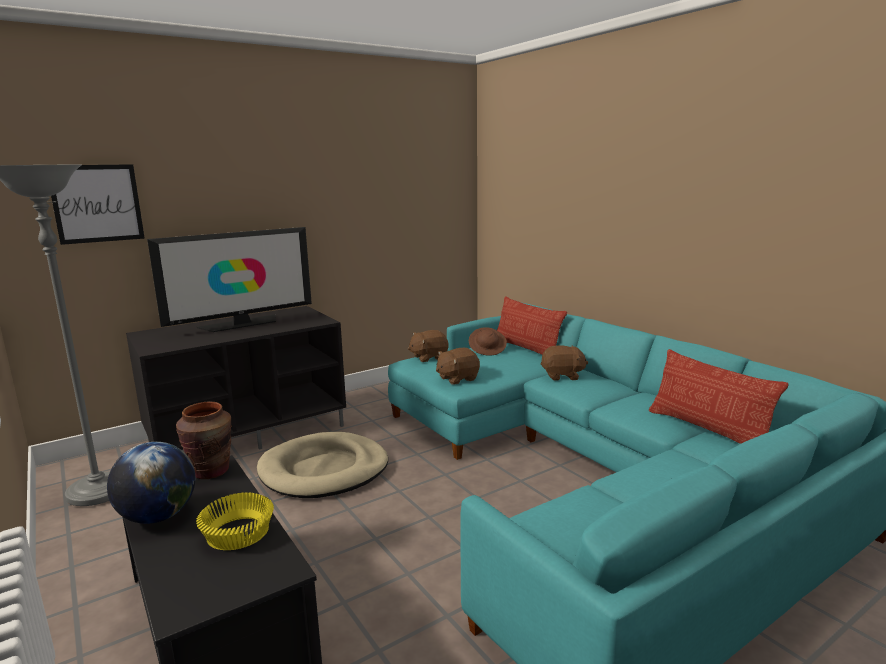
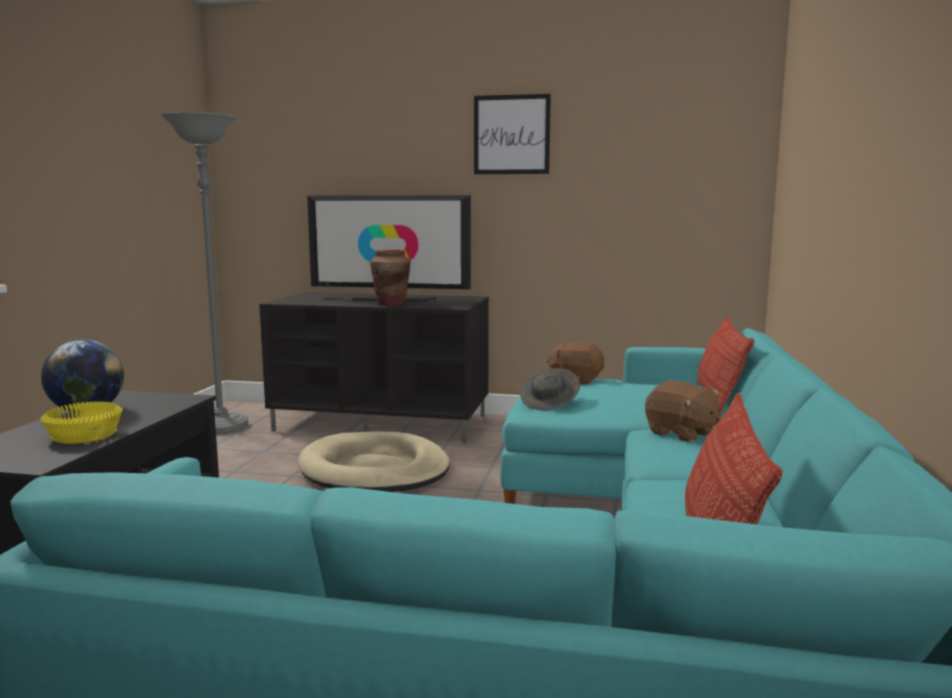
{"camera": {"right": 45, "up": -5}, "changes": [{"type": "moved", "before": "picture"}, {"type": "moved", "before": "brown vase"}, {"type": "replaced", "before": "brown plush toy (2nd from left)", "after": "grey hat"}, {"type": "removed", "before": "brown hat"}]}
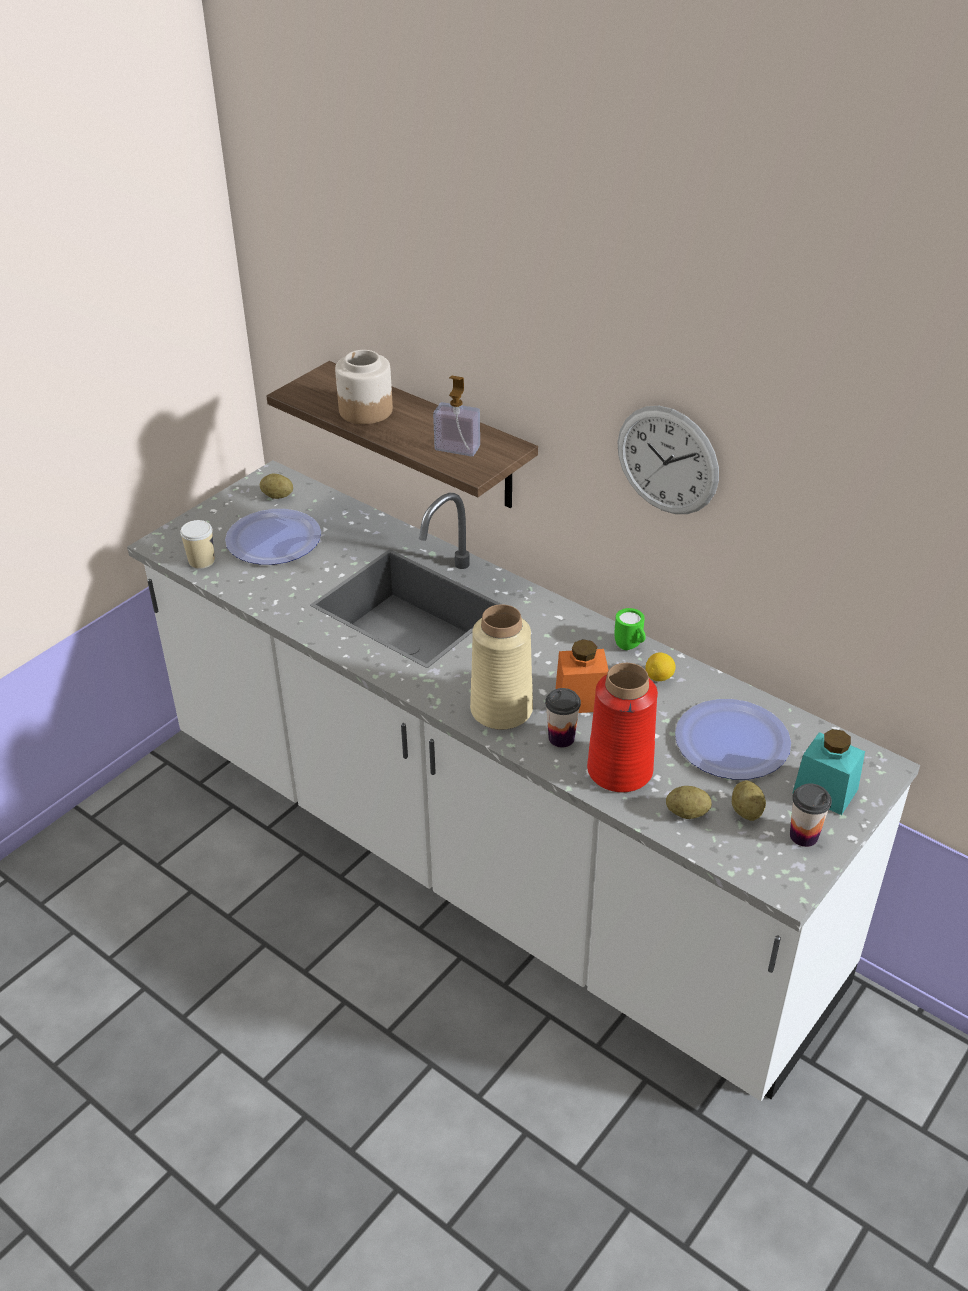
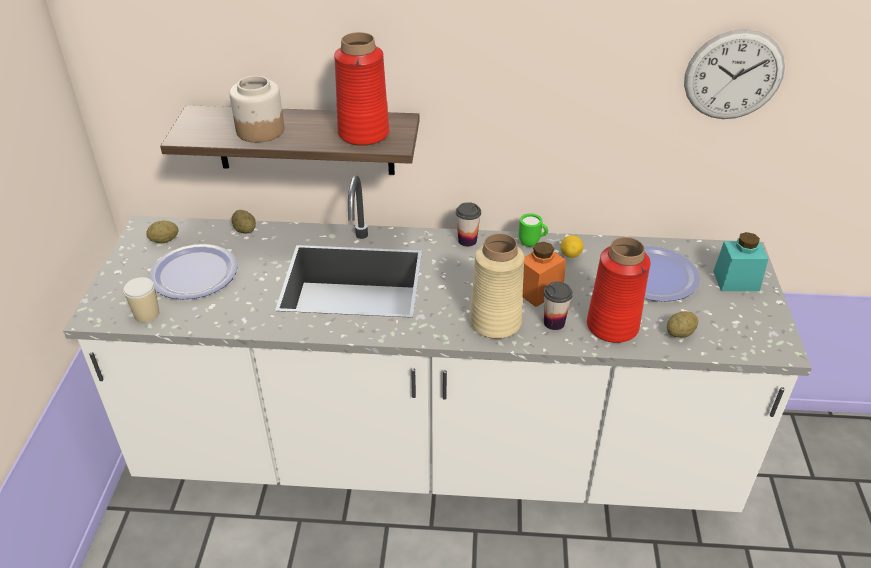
{"camera": {"right": -35, "up": 0}, "changes": [{"type": "replaced", "before": "soap dispenser", "after": "red vase (1st from left)"}, {"type": "moved", "before": "wall clock"}, {"type": "moved", "before": "potato (3rd from left in the first image)", "after": "potato (2nd from left)"}, {"type": "moved", "before": "cup (3rd from left in the first image)", "after": "cup (2nd from left)"}]}
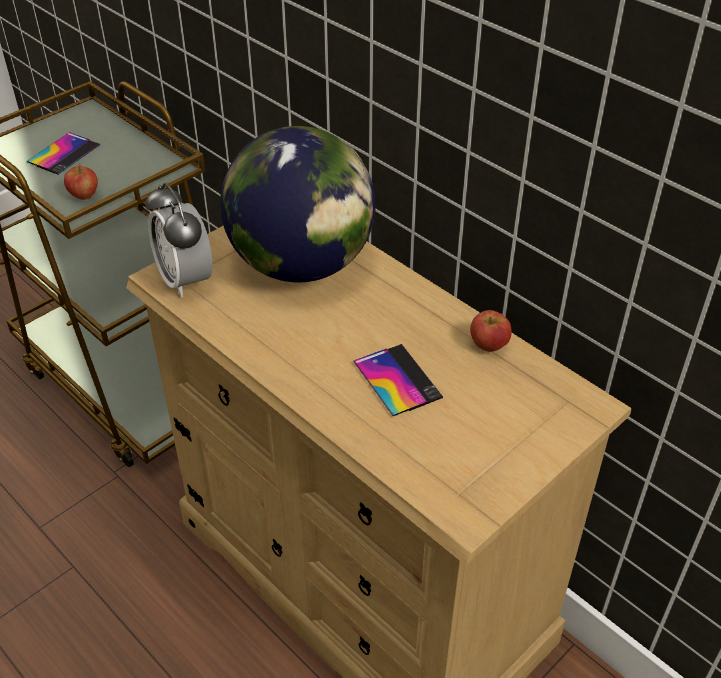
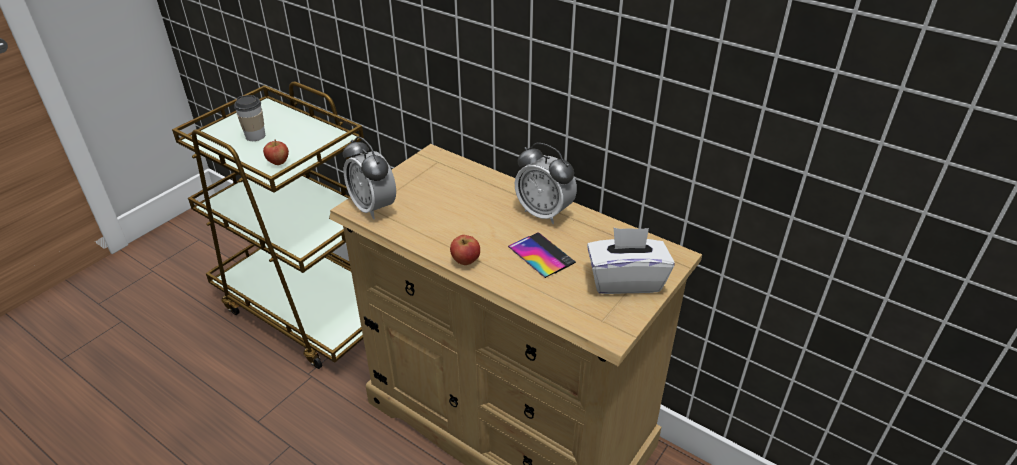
{"camera": {"right": -10, "up": -5}, "changes": [{"type": "replaced", "before": "phone (1st from left)", "after": "cup"}, {"type": "removed", "before": "globe"}, {"type": "moved", "before": "apple (2nd from left)"}, {"type": "added", "after": "alarm clock (2nd from left)"}, {"type": "added", "after": "white tissue box"}]}
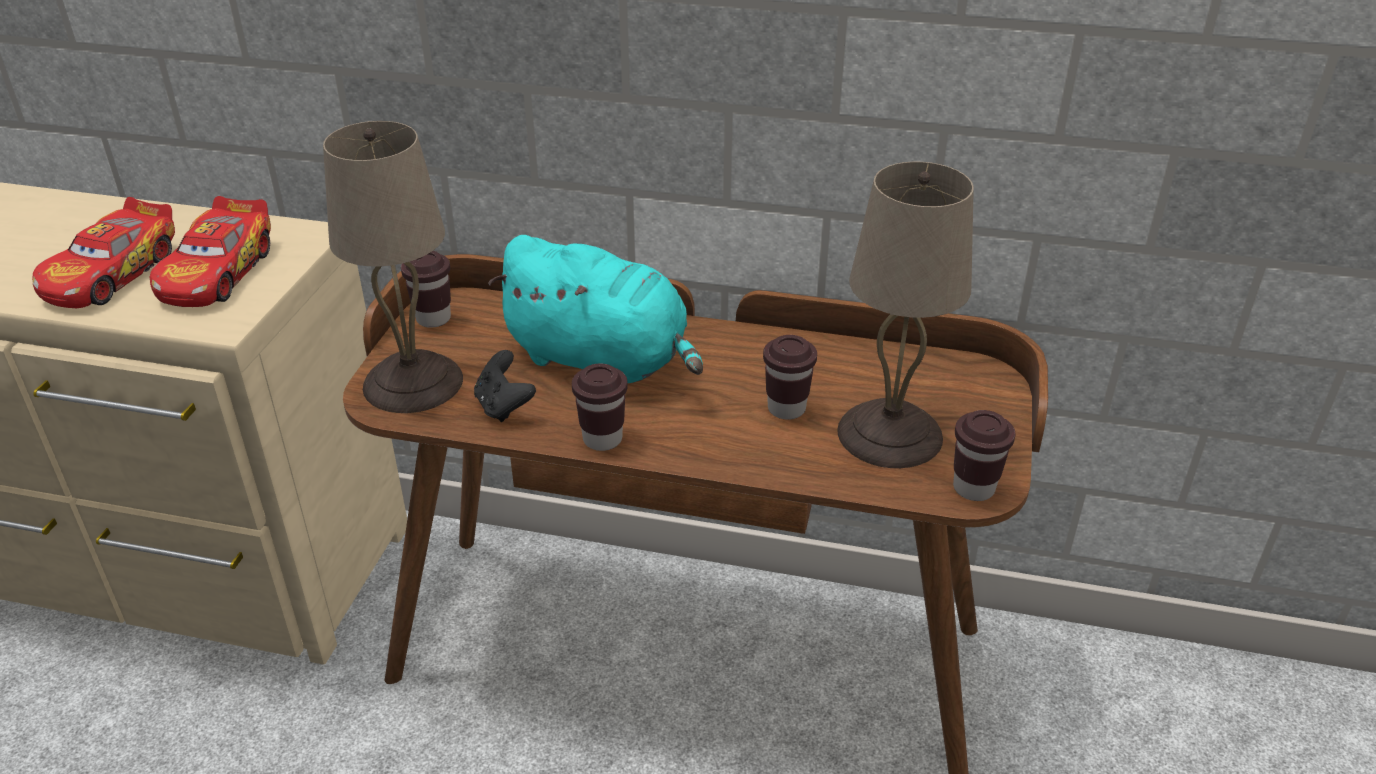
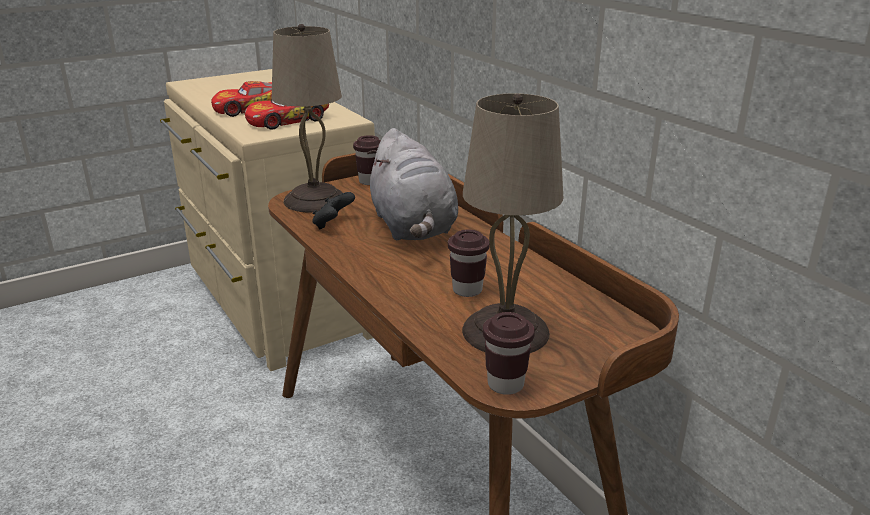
{"camera": {"right": 45, "up": -10}, "changes": [{"type": "recoloured", "before": "turquoise plush toy", "after": "grey plush toy"}, {"type": "removed", "before": "brown cup (2nd from left)"}]}
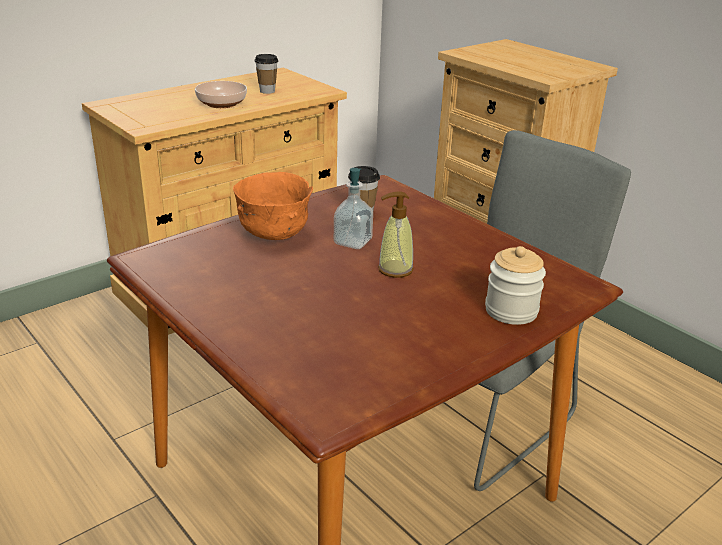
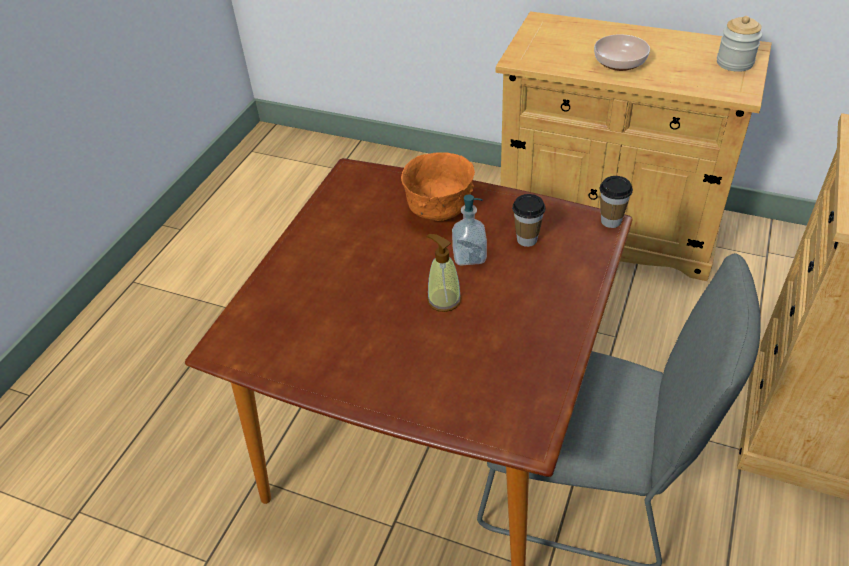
{"camera": {"right": 65, "up": 15}, "changes": [{"type": "moved", "before": "cup (1st from left in the first image)", "after": "cup (2nd from left)"}, {"type": "moved", "before": "jar"}]}
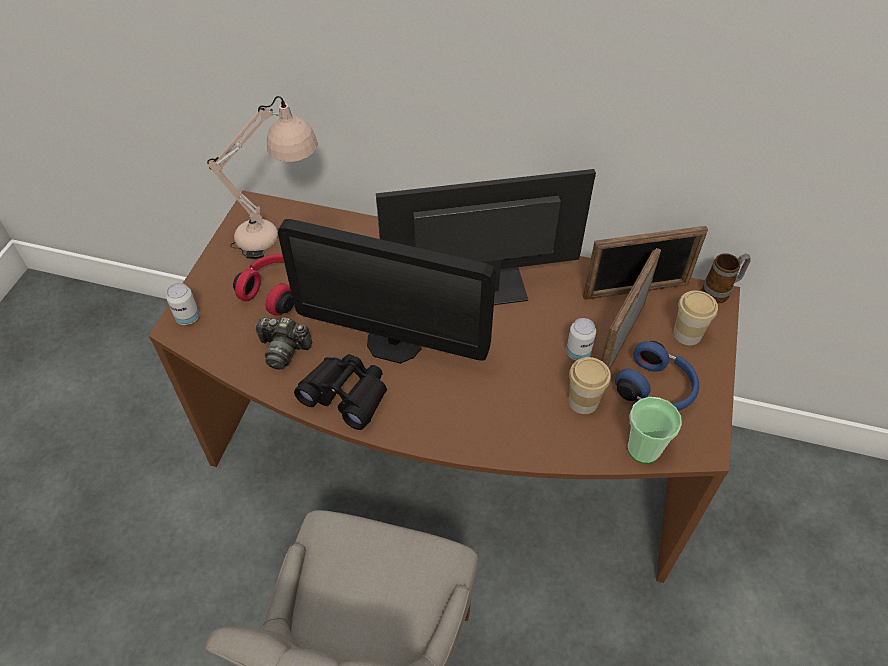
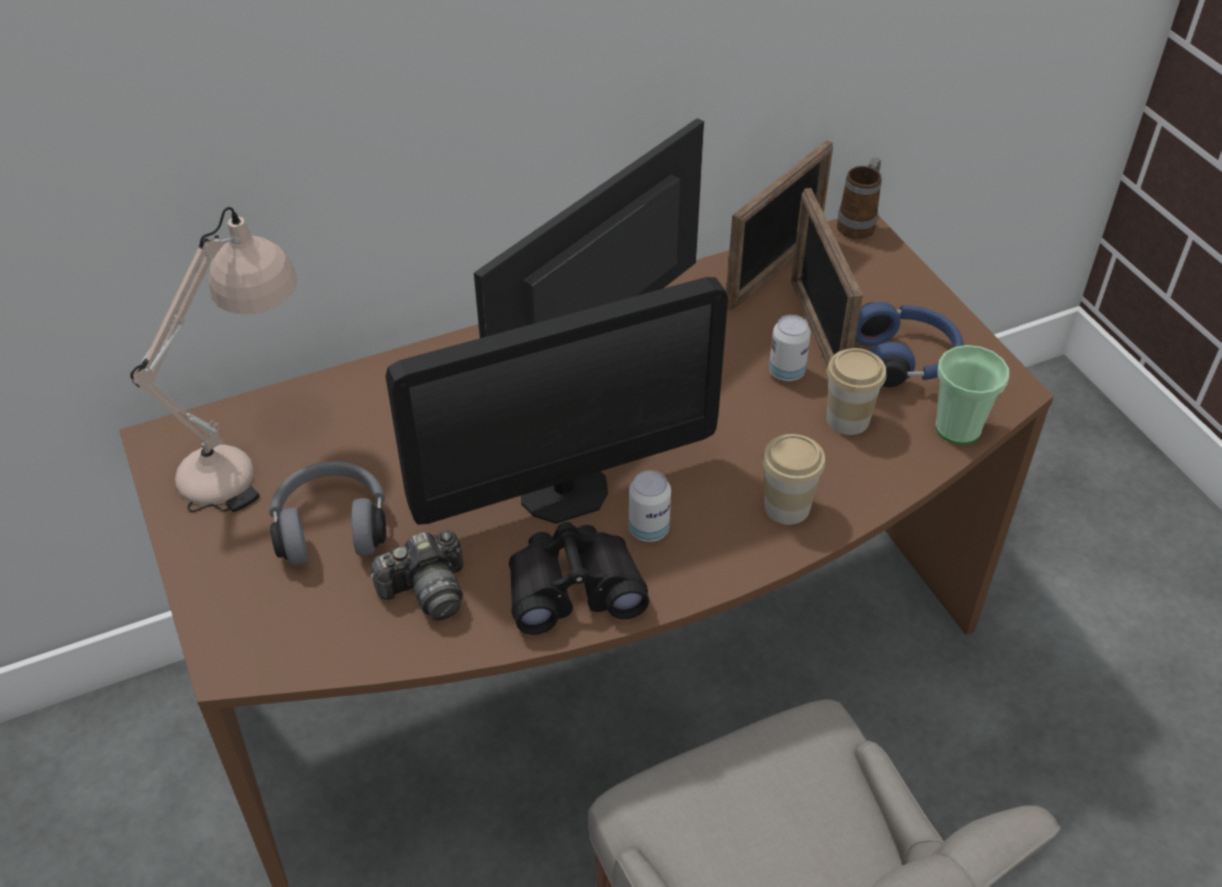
{"camera": {"right": -40, "up": -5}, "changes": [{"type": "moved", "before": "can (1st from left)"}, {"type": "recoloured", "before": "red headphones", "after": "grey headphones"}, {"type": "moved", "before": "cup (3rd from left in the first image)", "after": "cup (1st from left)"}]}
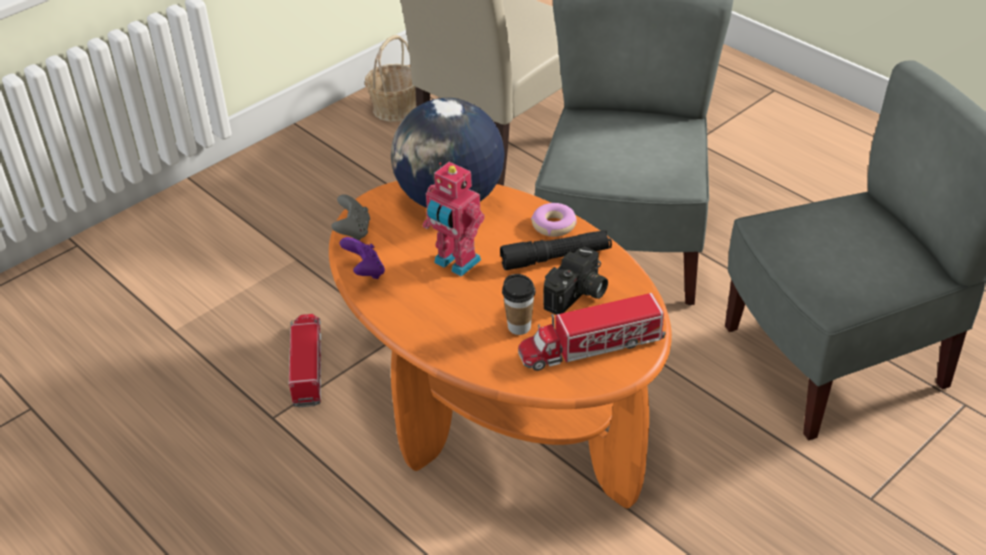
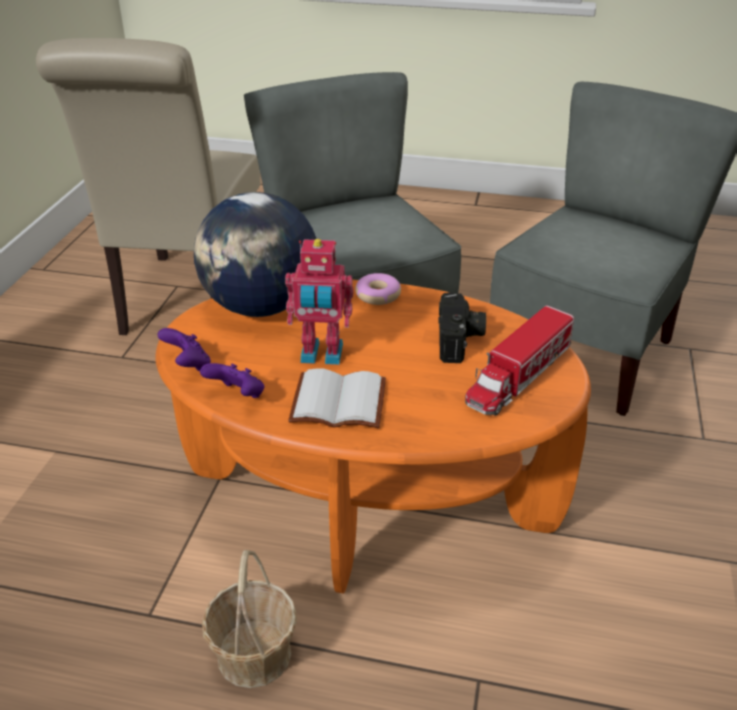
{"camera": {"right": -35, "up": -5}, "changes": [{"type": "removed", "before": "toy truck (1st from left)"}, {"type": "recoloured", "before": "grey game controller", "after": "purple game controller (1st from left)"}, {"type": "moved", "before": "basket"}, {"type": "removed", "before": "black flashlight"}, {"type": "removed", "before": "cup"}, {"type": "added", "after": "white book"}]}
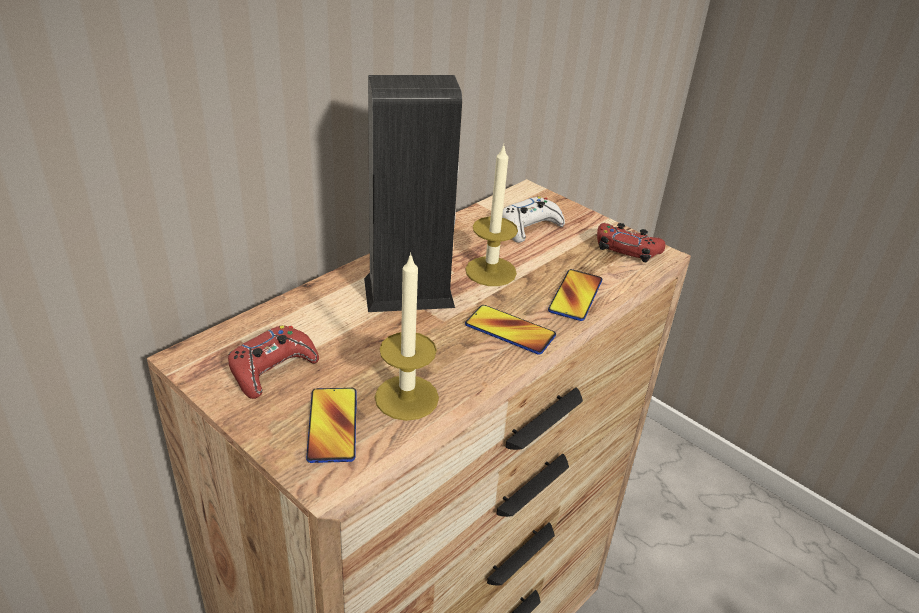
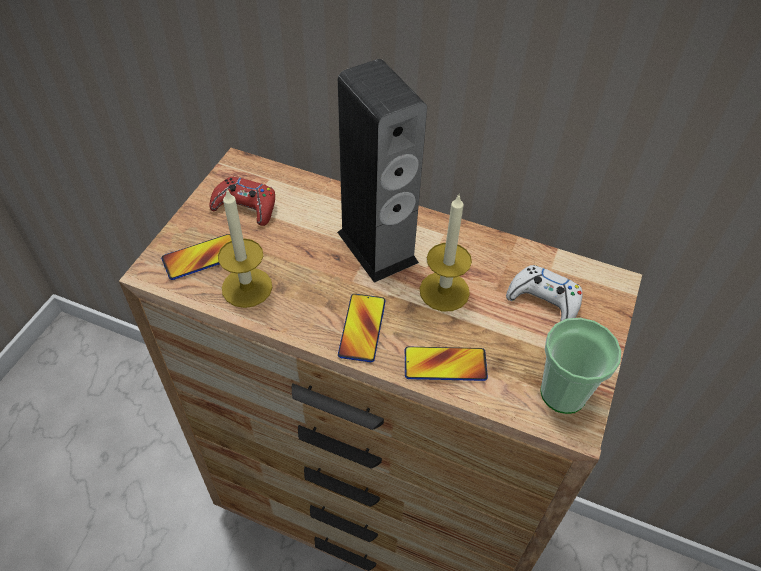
{"camera": {"right": 70, "up": 15}, "changes": [{"type": "replaced", "before": "red game controller (2nd from left)", "after": "cup"}]}
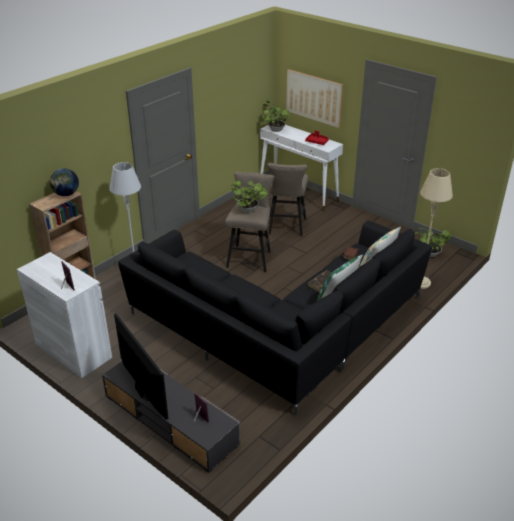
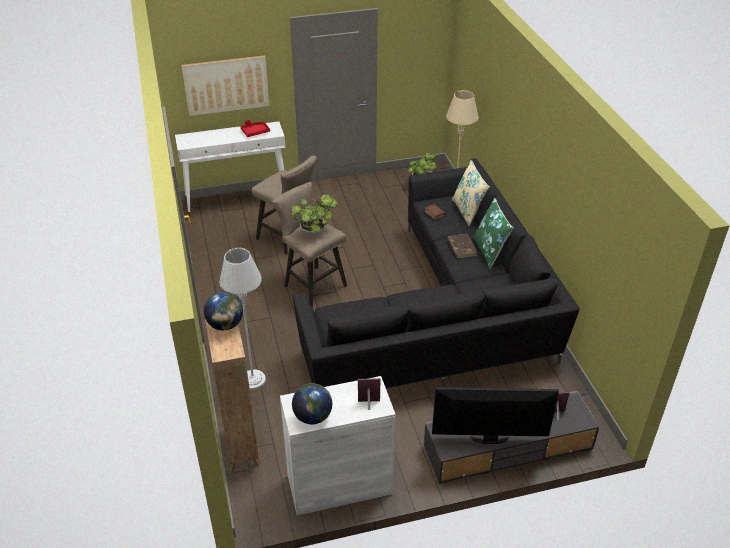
{"camera": {"right": -55, "up": 5}, "changes": [{"type": "removed", "before": "potted plant (2nd from left)"}, {"type": "added", "after": "globe (2nd from left)"}]}
